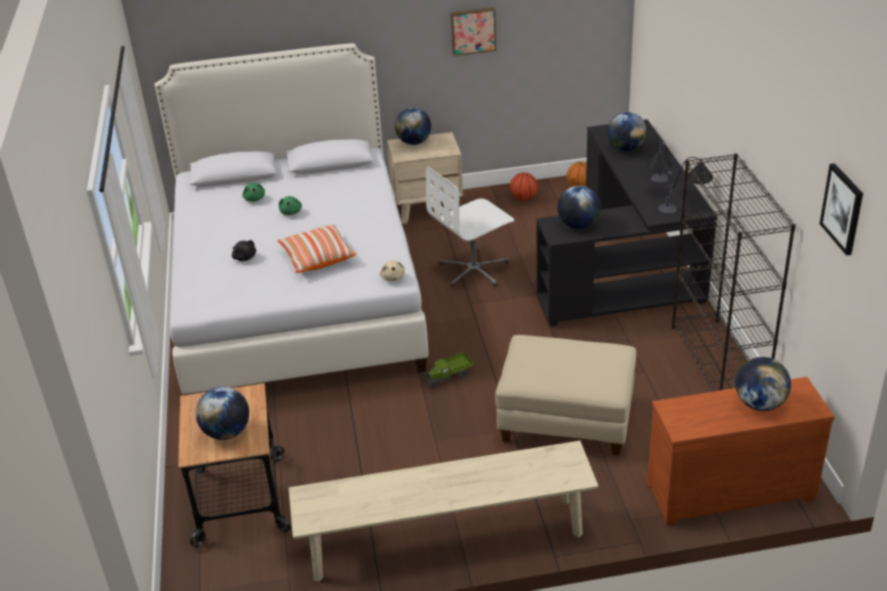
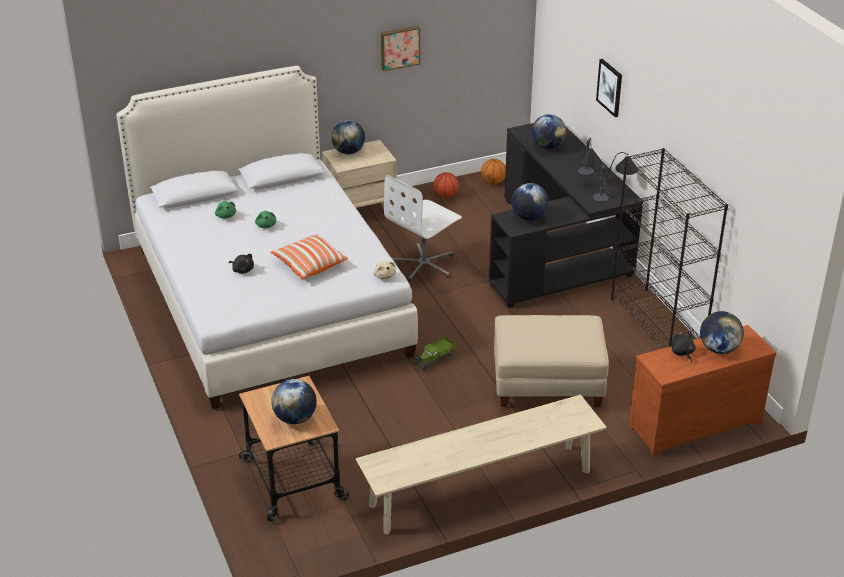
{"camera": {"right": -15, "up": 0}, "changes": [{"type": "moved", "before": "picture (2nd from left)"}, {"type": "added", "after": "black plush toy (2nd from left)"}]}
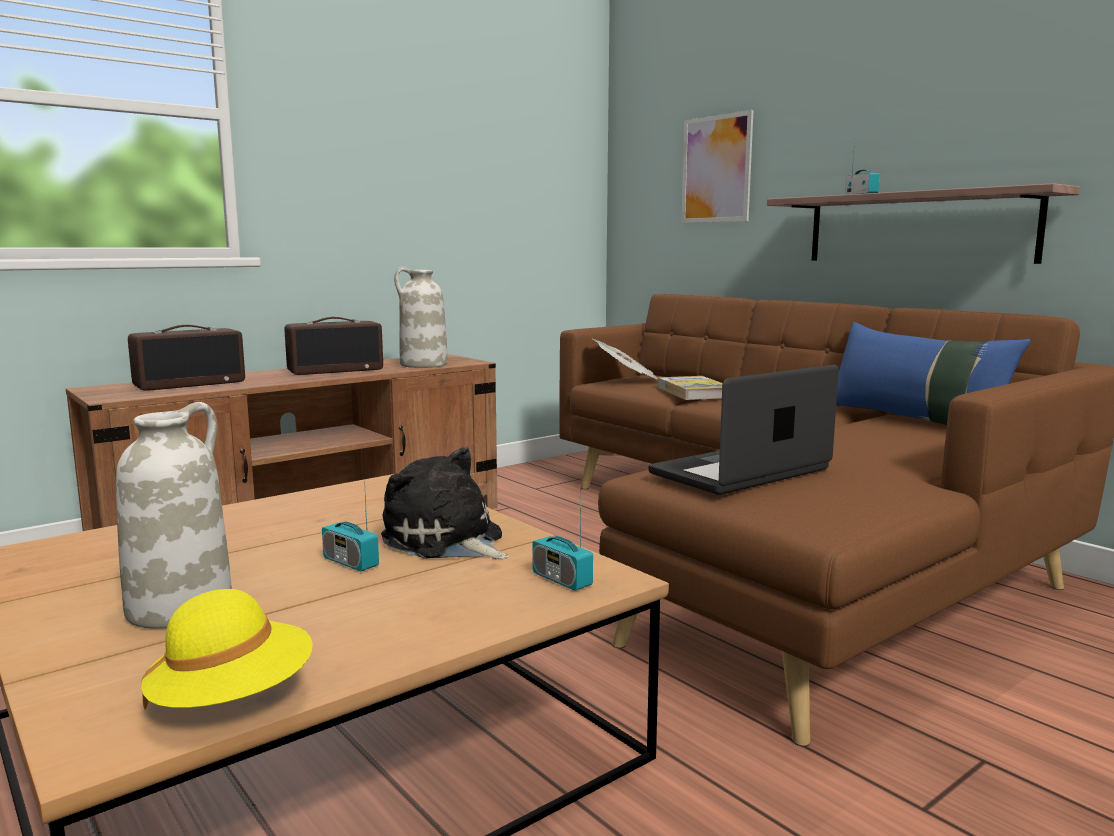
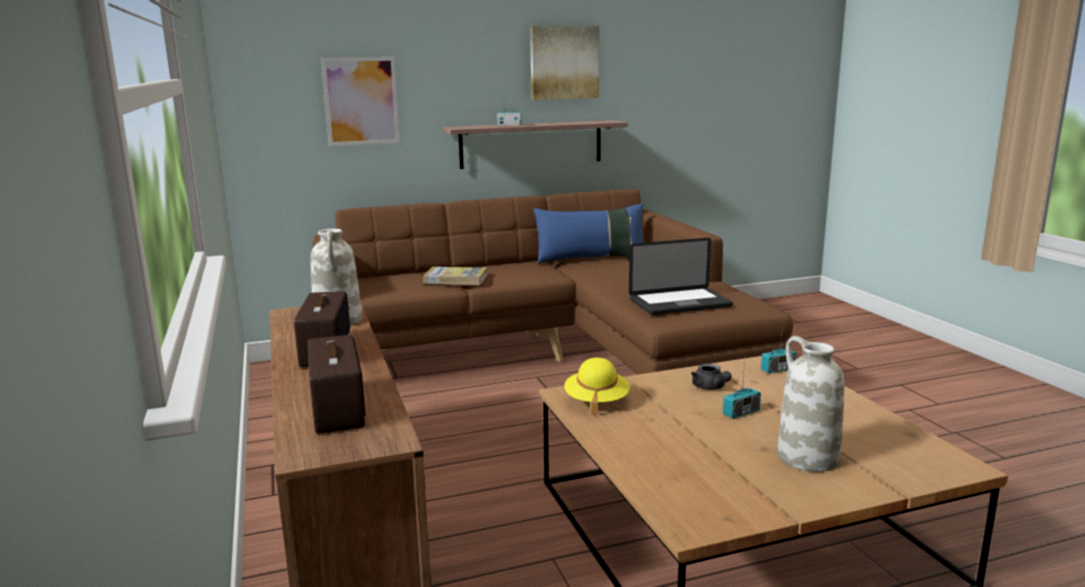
{"camera": {"right": -70, "up": 5}, "changes": [{"type": "moved", "before": "yellow hat"}, {"type": "replaced", "before": "plush toy", "after": "grey teapot"}, {"type": "removed", "before": "newspaper"}, {"type": "turned", "before": "laptop", "turn": -90}, {"type": "added", "after": "picture (2nd from left)"}]}
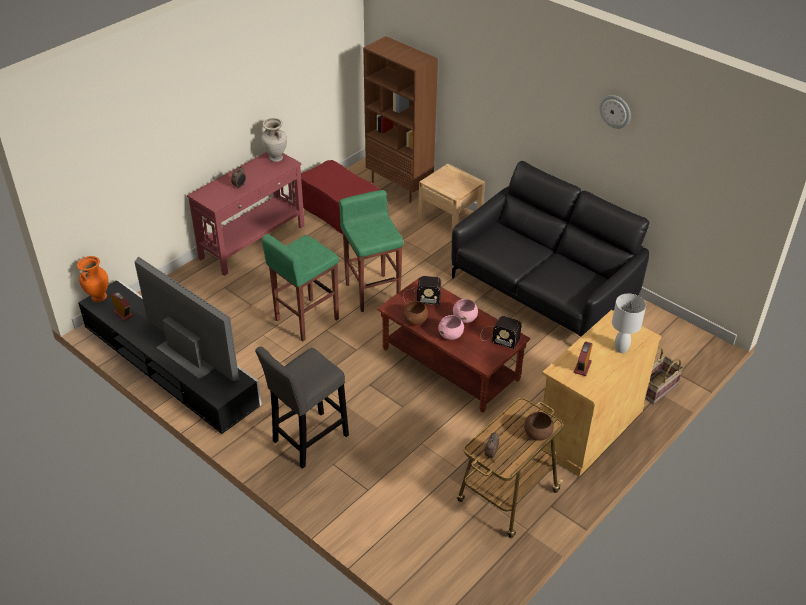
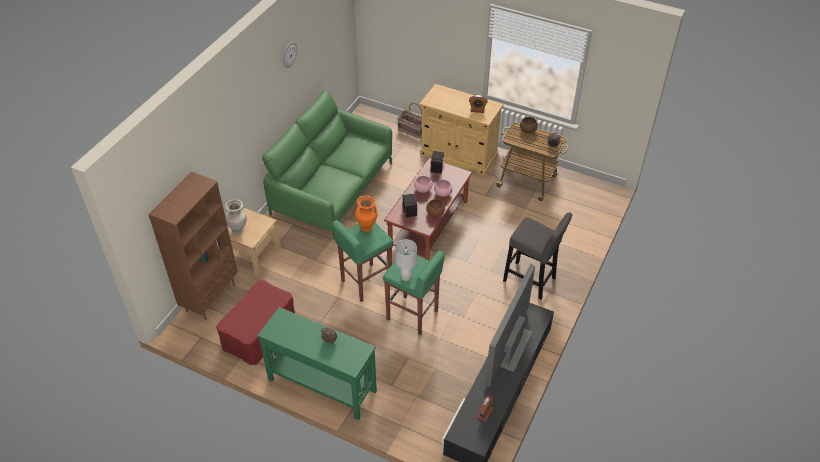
{"camera": {"right": -105, "up": 5}, "changes": [{"type": "moved", "before": "orange vase"}, {"type": "recoloured", "before": "red console table", "after": "green console table"}, {"type": "moved", "before": "beige vase"}, {"type": "recoloured", "before": "black sofa", "after": "green sofa"}, {"type": "moved", "before": "white table lamp"}]}
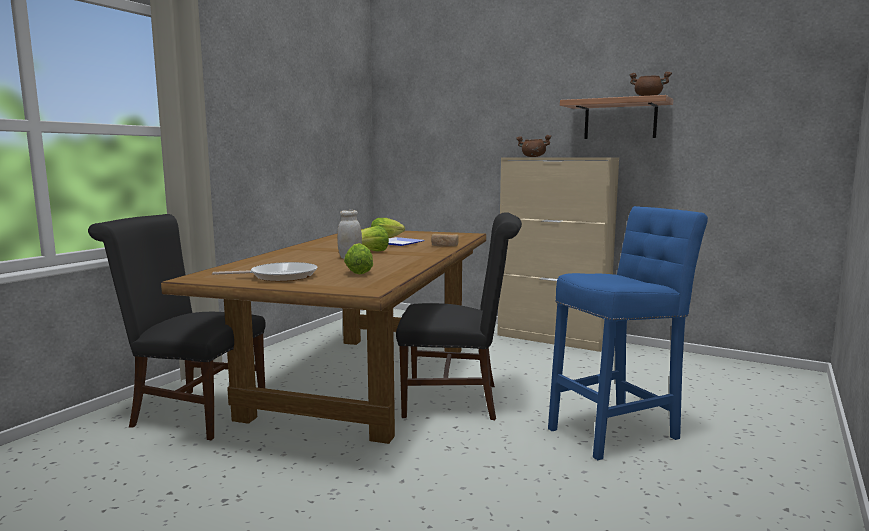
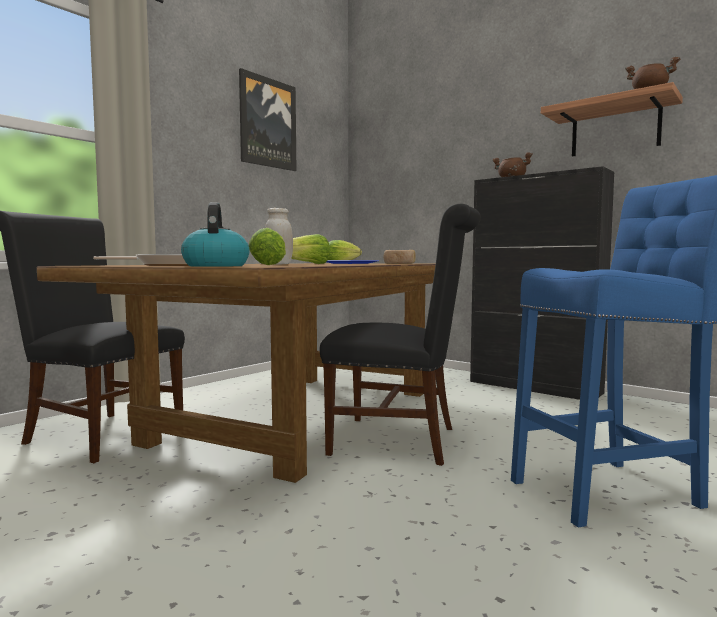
{"camera": {"right": 10, "up": -5}, "changes": [{"type": "recoloured", "before": "beige cabinet", "after": "black cabinet"}, {"type": "added", "after": "kettle"}, {"type": "added", "after": "picture"}]}
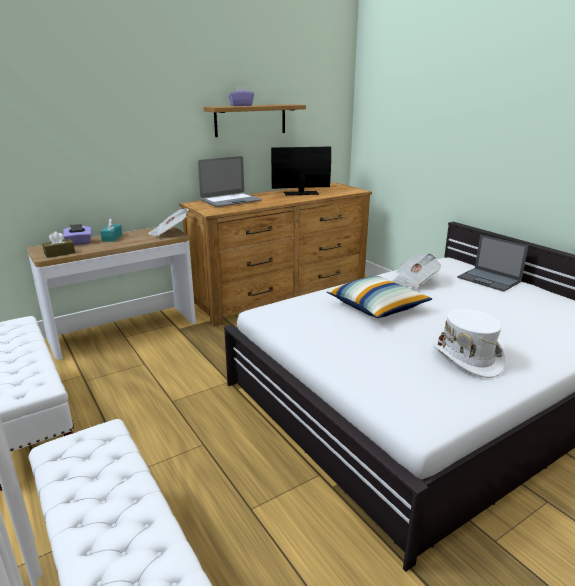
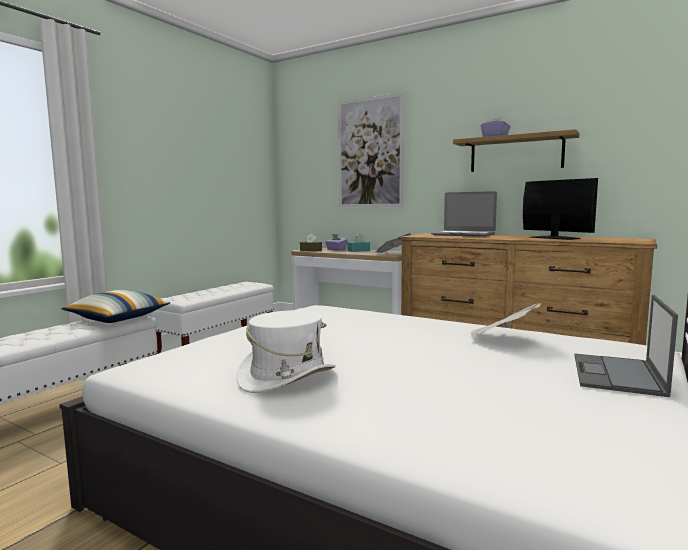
{"camera": {"right": 65, "up": -15}, "changes": [{"type": "moved", "before": "pillow"}, {"type": "added", "after": "picture"}]}
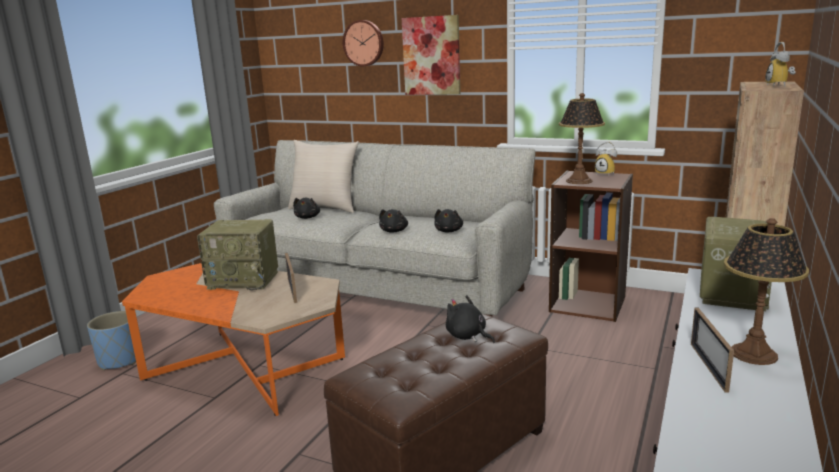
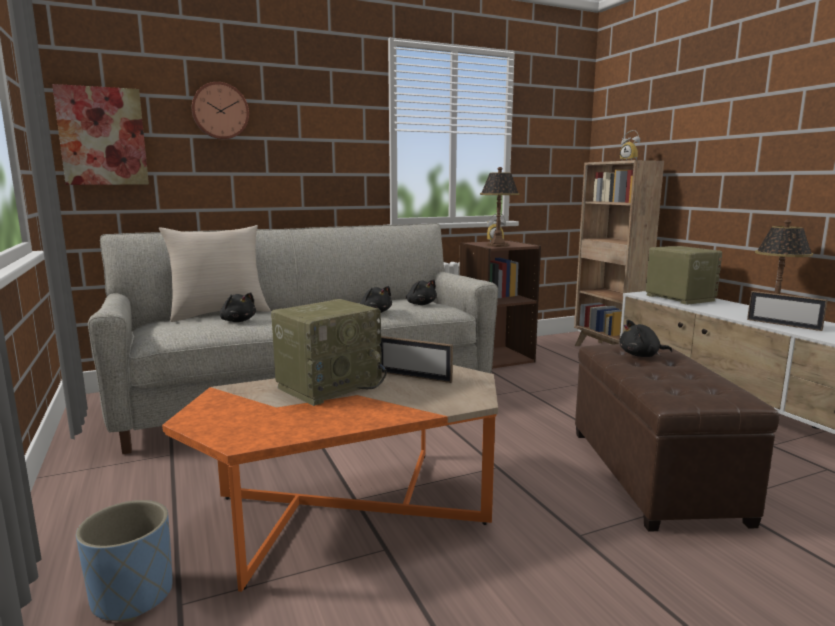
{"camera": {"right": -50, "up": -5}, "changes": [{"type": "moved", "before": "picture"}]}
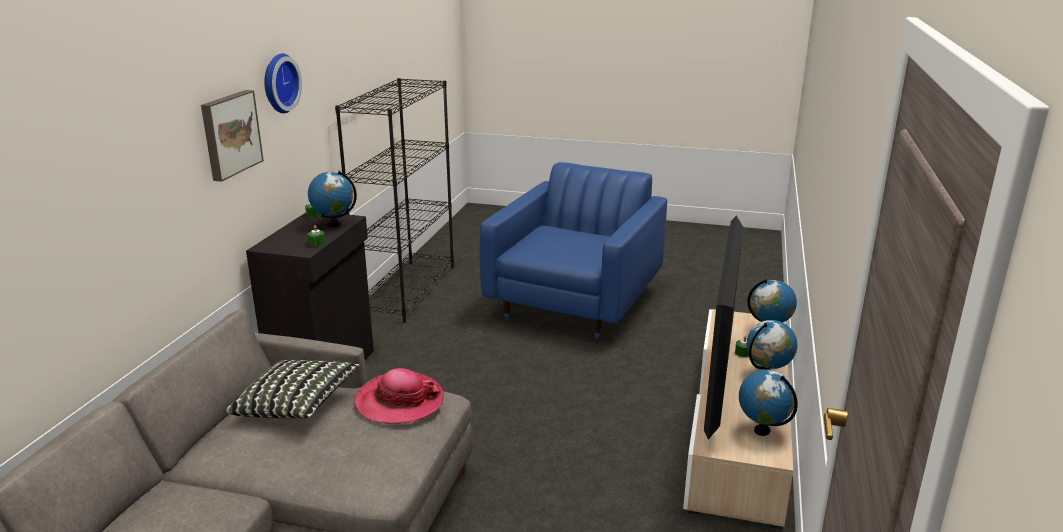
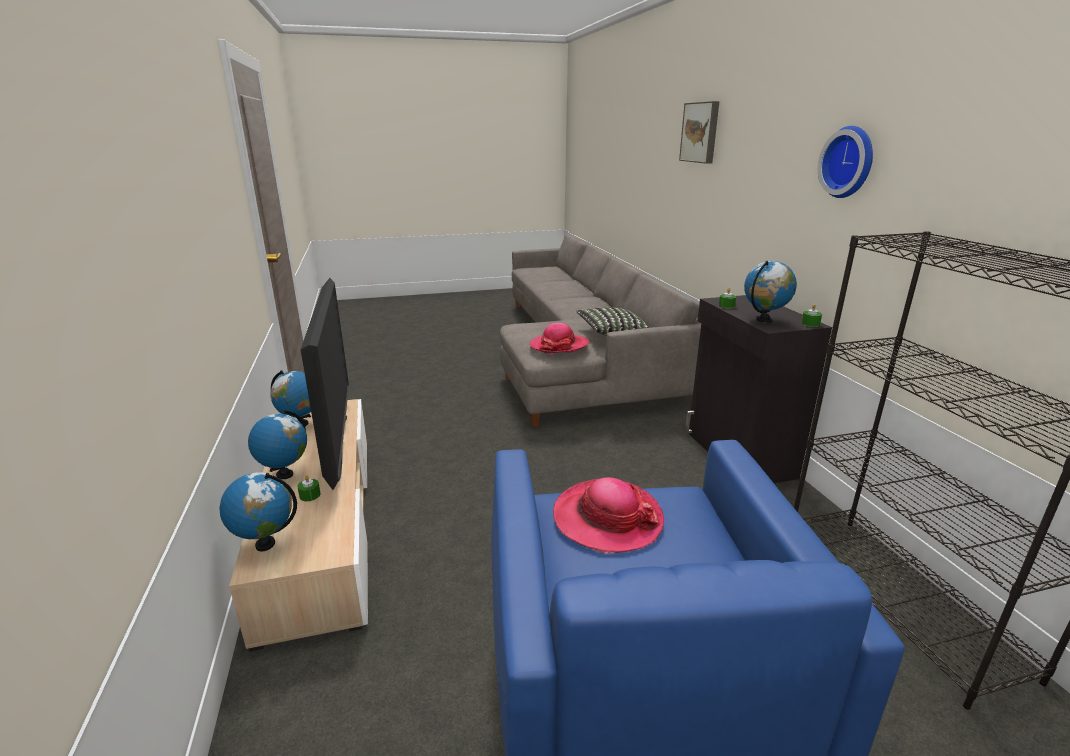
{"camera": {"right": 150, "up": 0}, "changes": [{"type": "moved", "before": "picture"}, {"type": "added", "after": "hat (2nd from left)"}]}
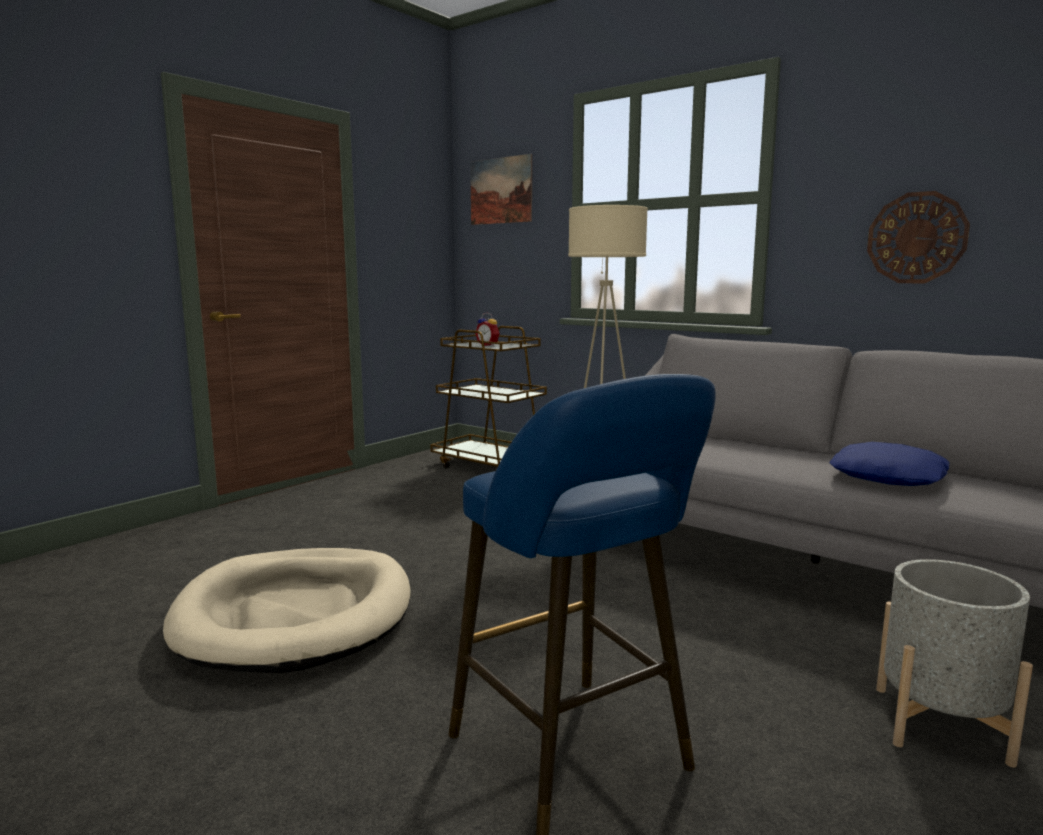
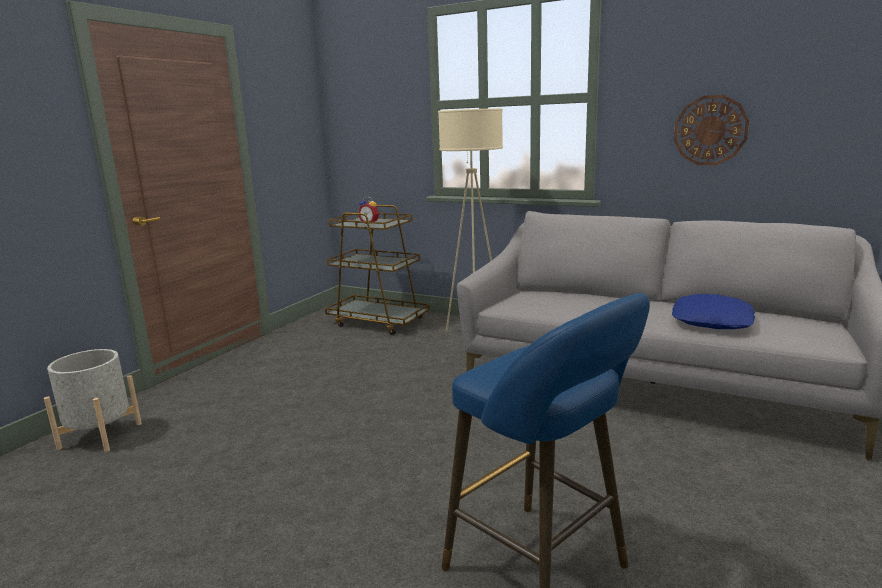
{"camera": {"right": -10, "up": 5}, "changes": [{"type": "removed", "before": "beige dog bed"}, {"type": "removed", "before": "picture"}, {"type": "moved", "before": "grey planter"}]}
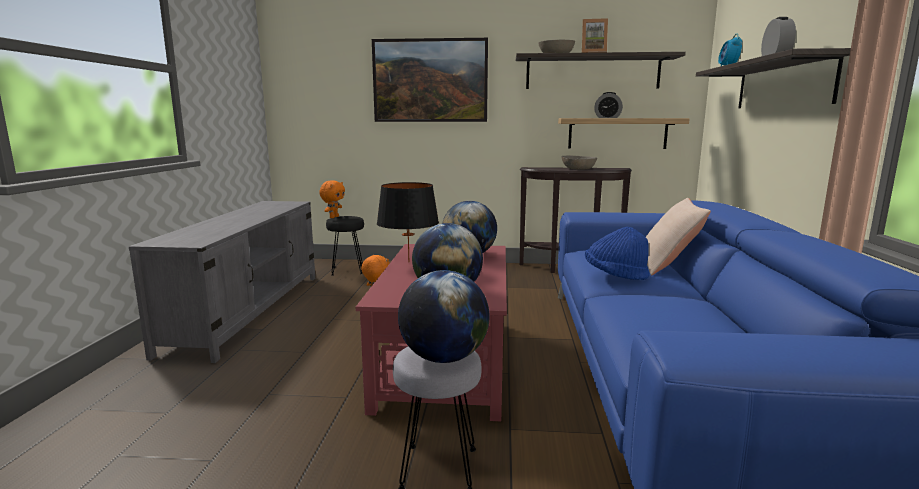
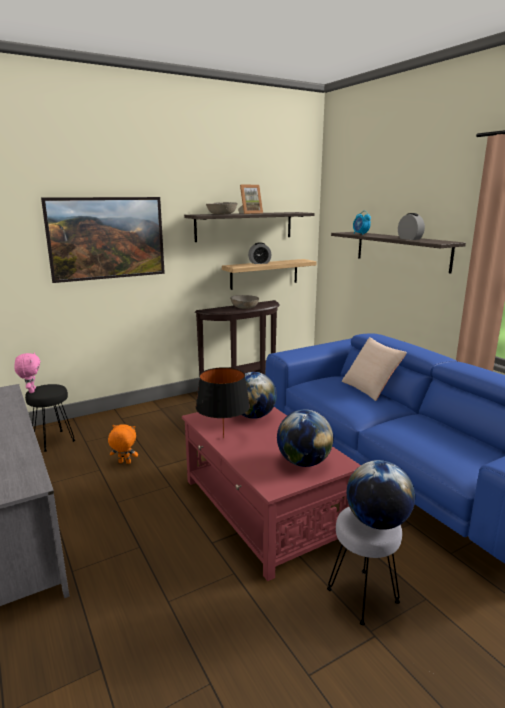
{"camera": {"right": -35, "up": 5}, "changes": [{"type": "recoloured", "before": "orange plush toy (1st from left)", "after": "pink plush toy"}, {"type": "removed", "before": "blue hat"}]}
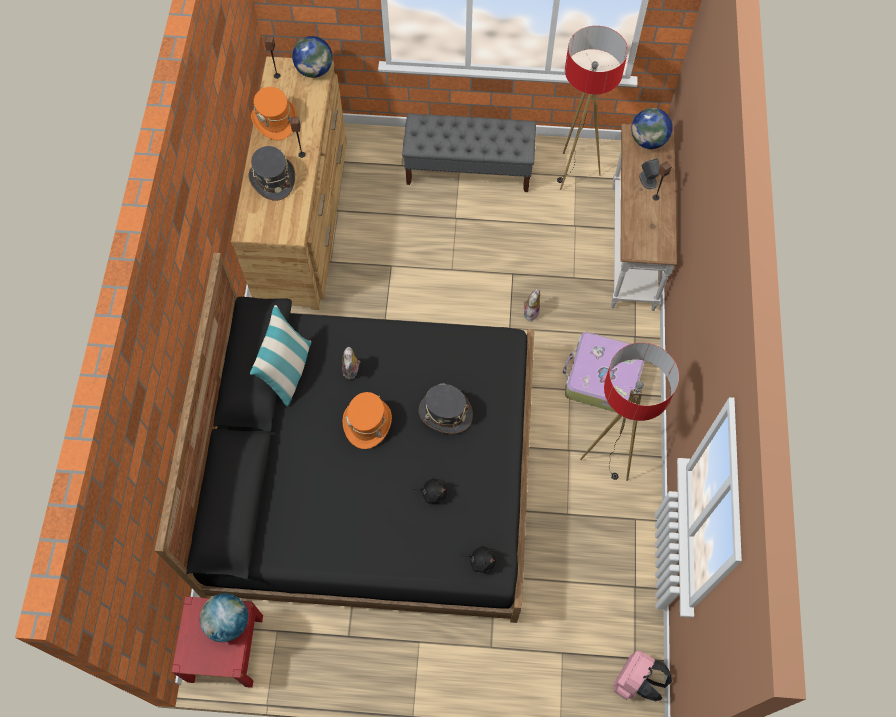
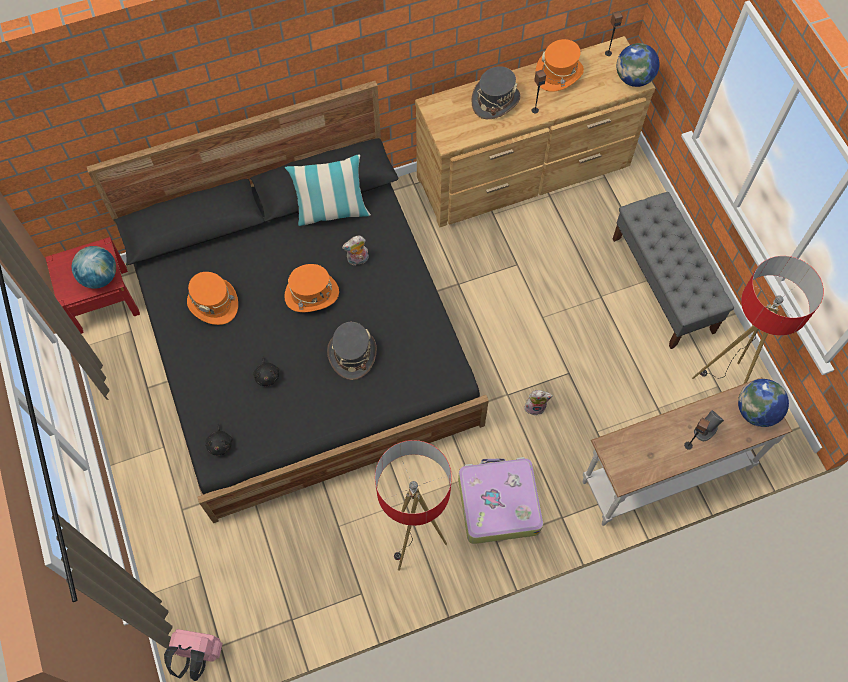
{"camera": {"right": 65, "up": 0}, "changes": [{"type": "added", "after": "orange hat (1st from left)"}]}
